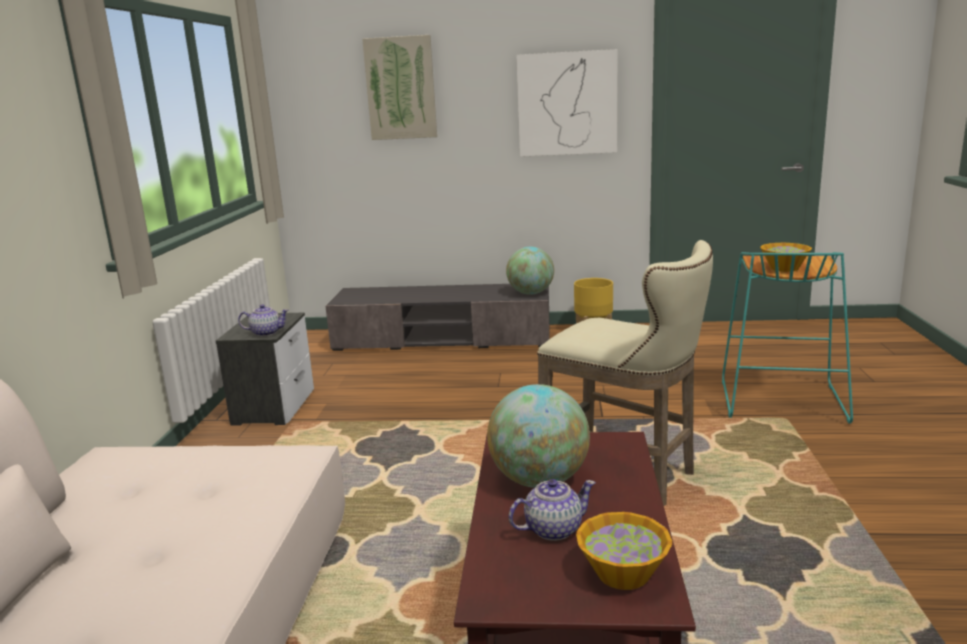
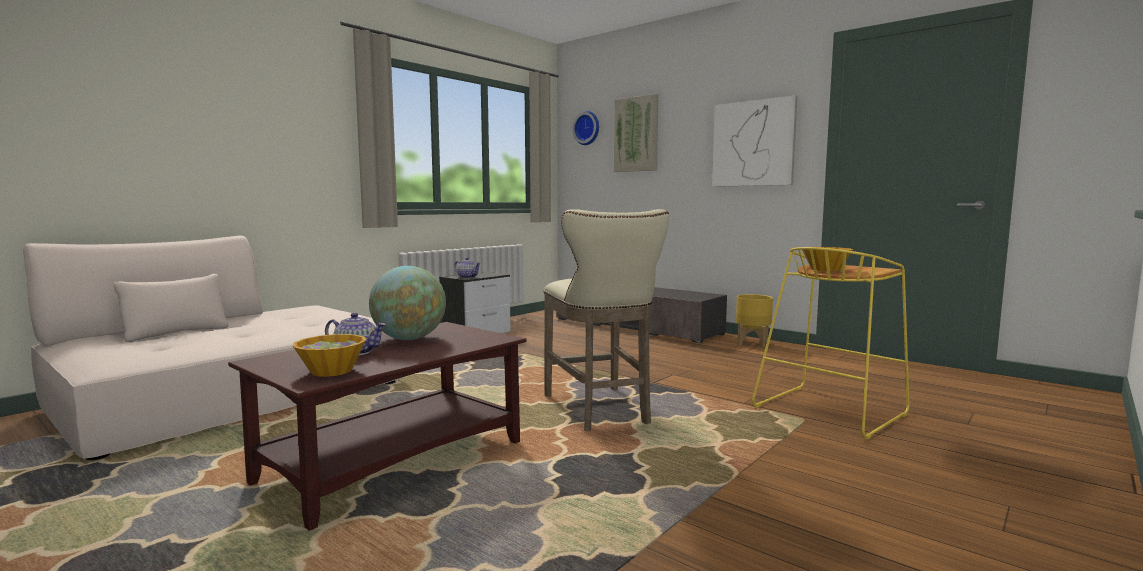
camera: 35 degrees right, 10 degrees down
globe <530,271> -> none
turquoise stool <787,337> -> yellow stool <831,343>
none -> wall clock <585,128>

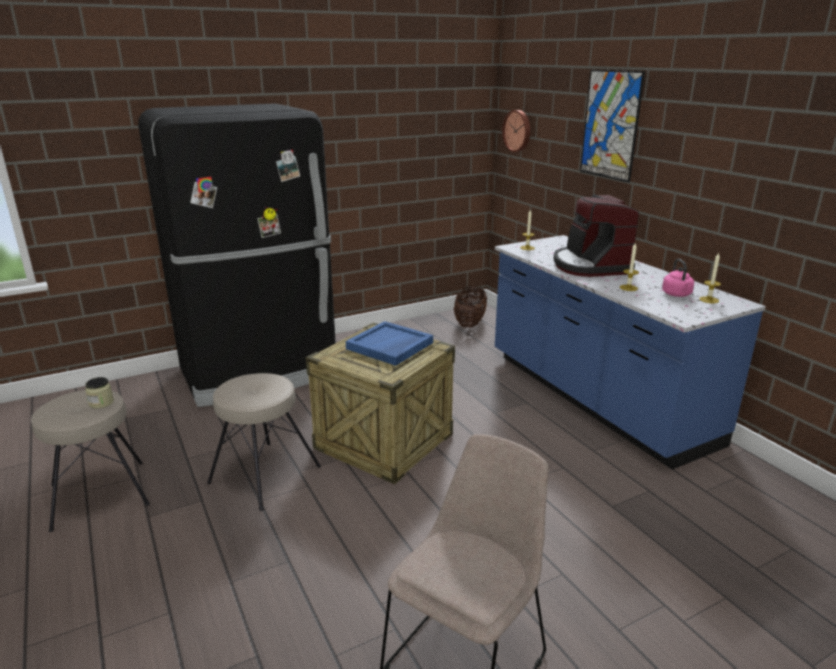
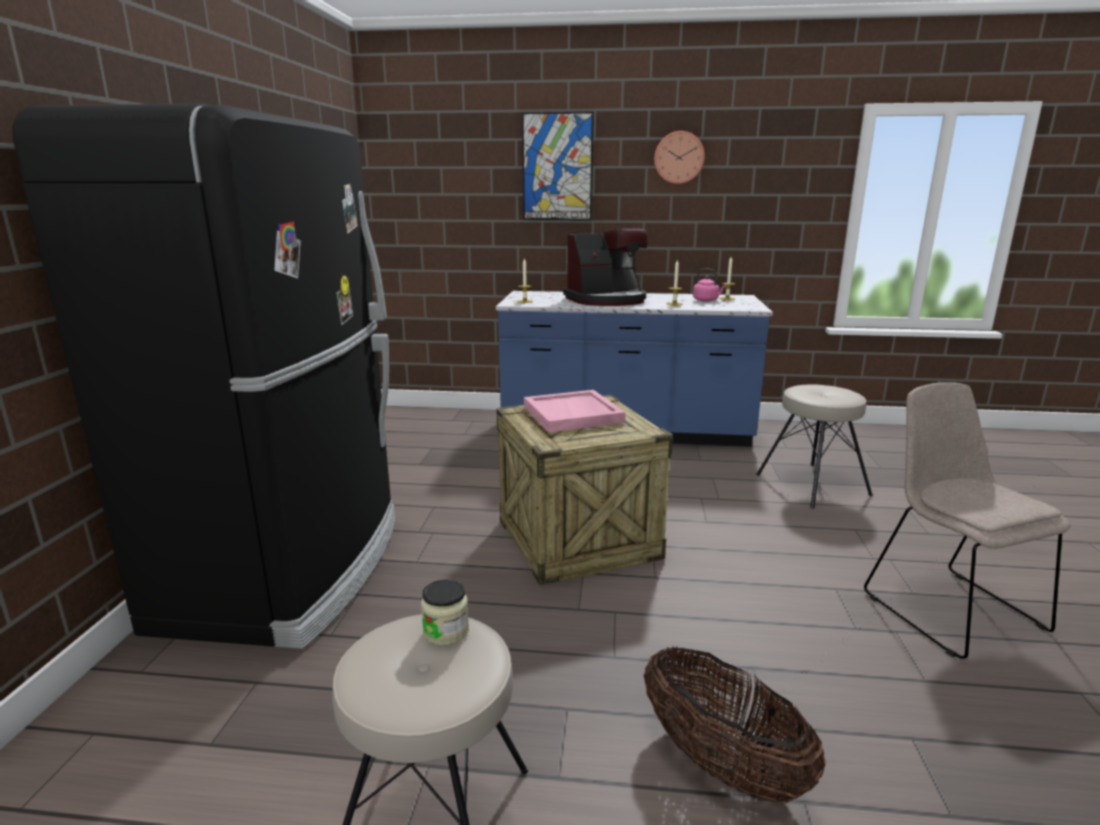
camera: 55 degrees left, 5 degrees down
wall clock <516,131> -> wall clock <679,157>, moved
coffee machine <596,235> -> coffee machine <605,267>, 45 degrees counterclockwise
basket <470,307> -> basket <735,725>, moved
blue tray <389,343> -> pink tray <574,411>
beige stool <264,442> -> beige stool <814,447>, moved

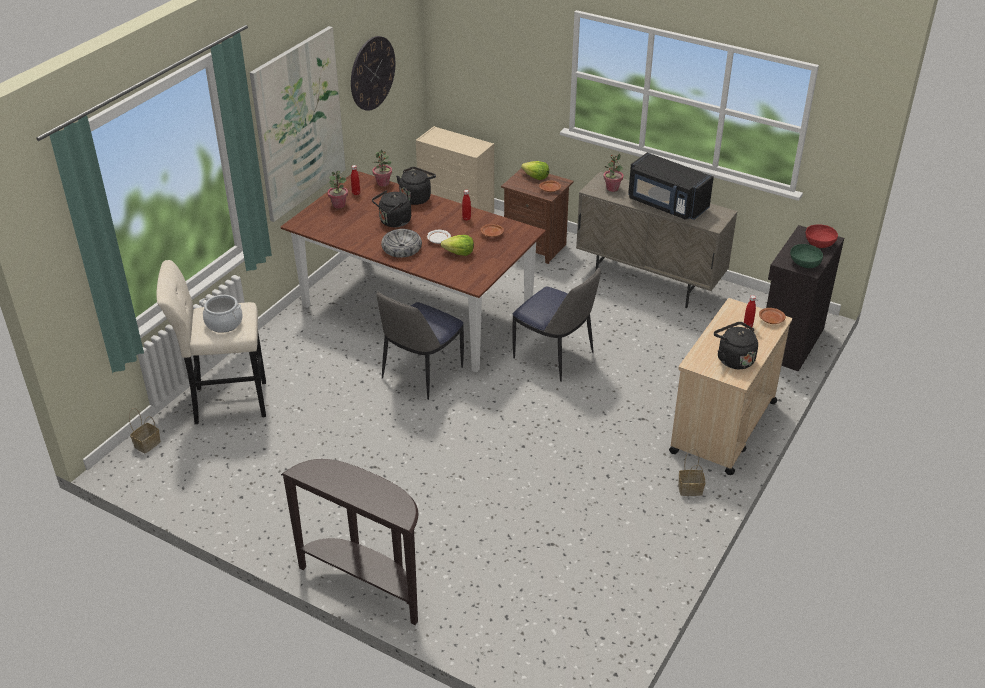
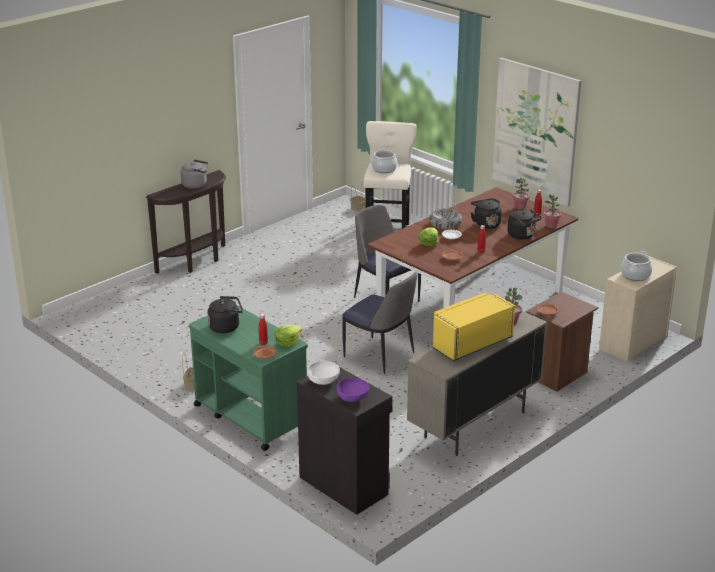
camera: 105 degrees right, 10 degrees down
wall clock <373,73> -> none
black microwave <671,186> -> yellow microwave <474,327>
lettuce <535,170> -> lettuce <288,336>, moved
red bowl <822,236> -> purple bowl <353,390>
green bowl <806,256> -> white bowl <323,373>
chair <556,324> -> chair <379,323>, 105 degrees counterclockwise
beige cart <730,386> -> green cart <248,378>
none -> grey kettle <194,174>
none -> cooking pot <636,266>

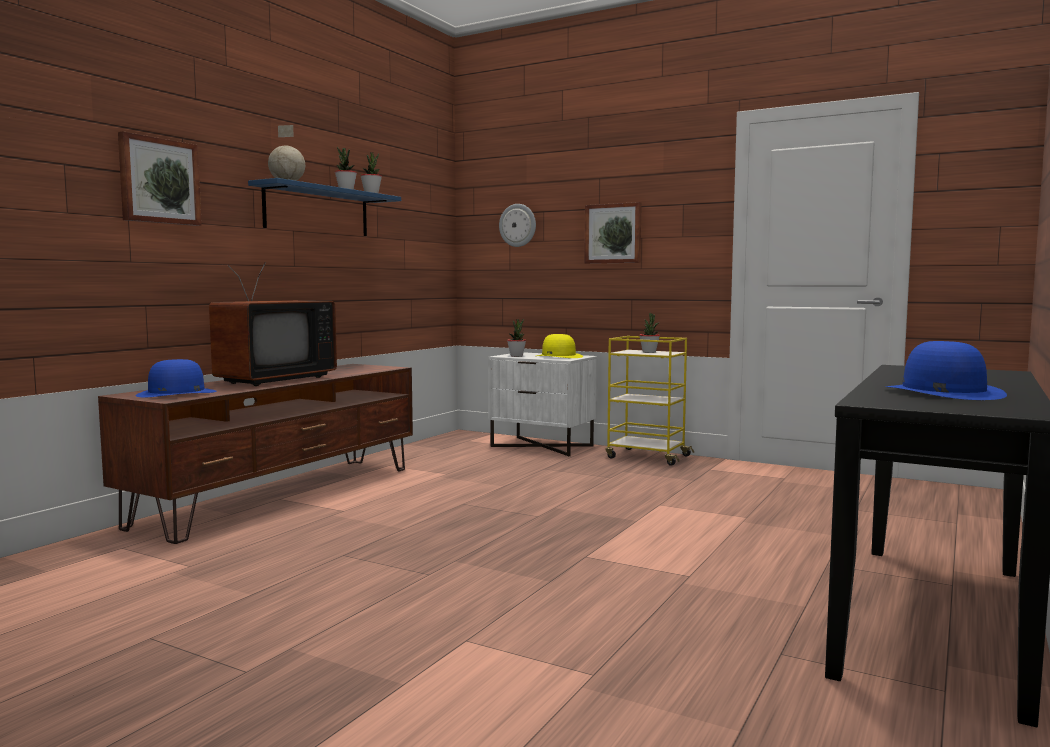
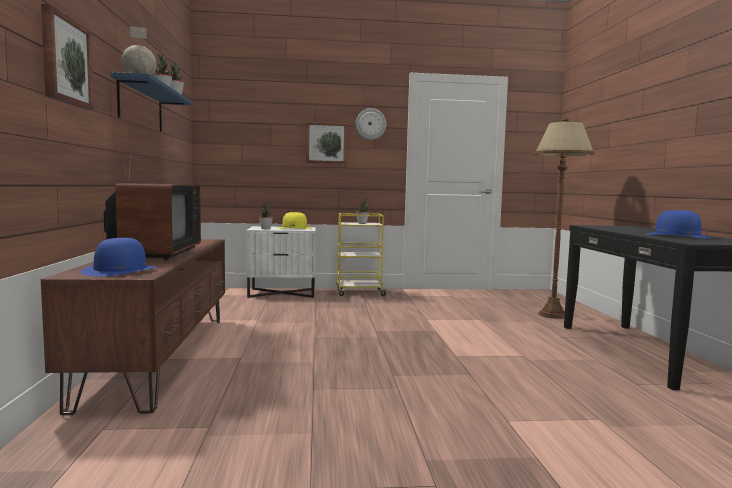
camera: 35 degrees left, 0 degrees up
wall clock <517,225> -> wall clock <371,124>, moved
none -> brown floor lamp <564,218>

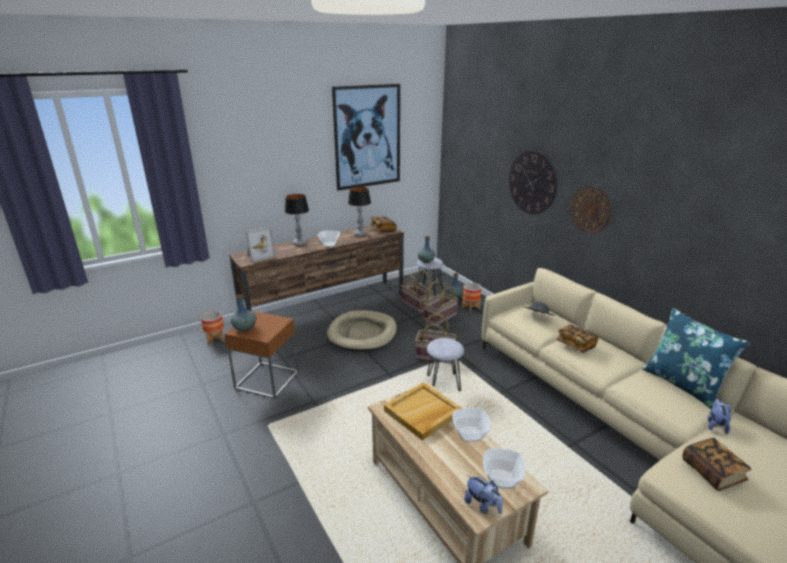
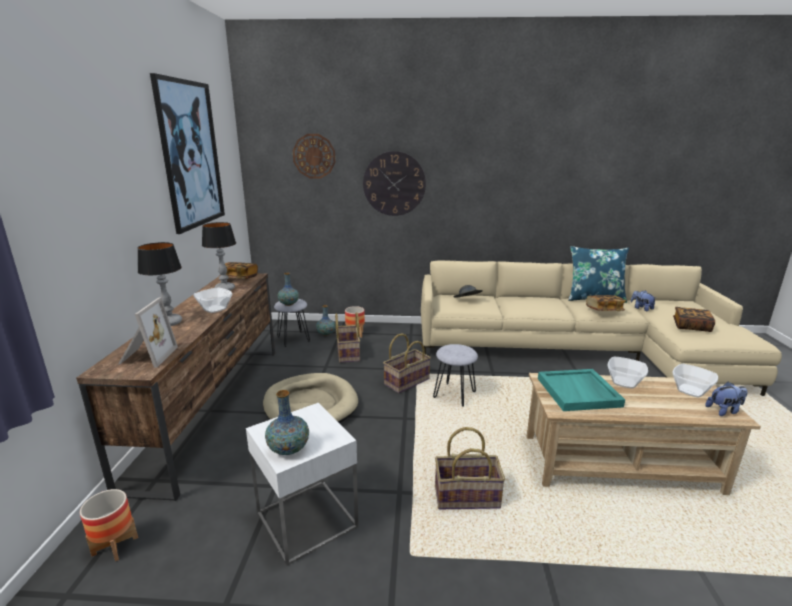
camera: 55 degrees left, 5 degrees down
wall clock <591,209> -> wall clock <314,156>, moved
basket <417,291> -> basket <470,468>, moved
brown side table <262,355> -> white side table <302,484>
book <577,338> -> book <606,303>, moved
beige tray <423,412> -> turquoise tray <581,390>

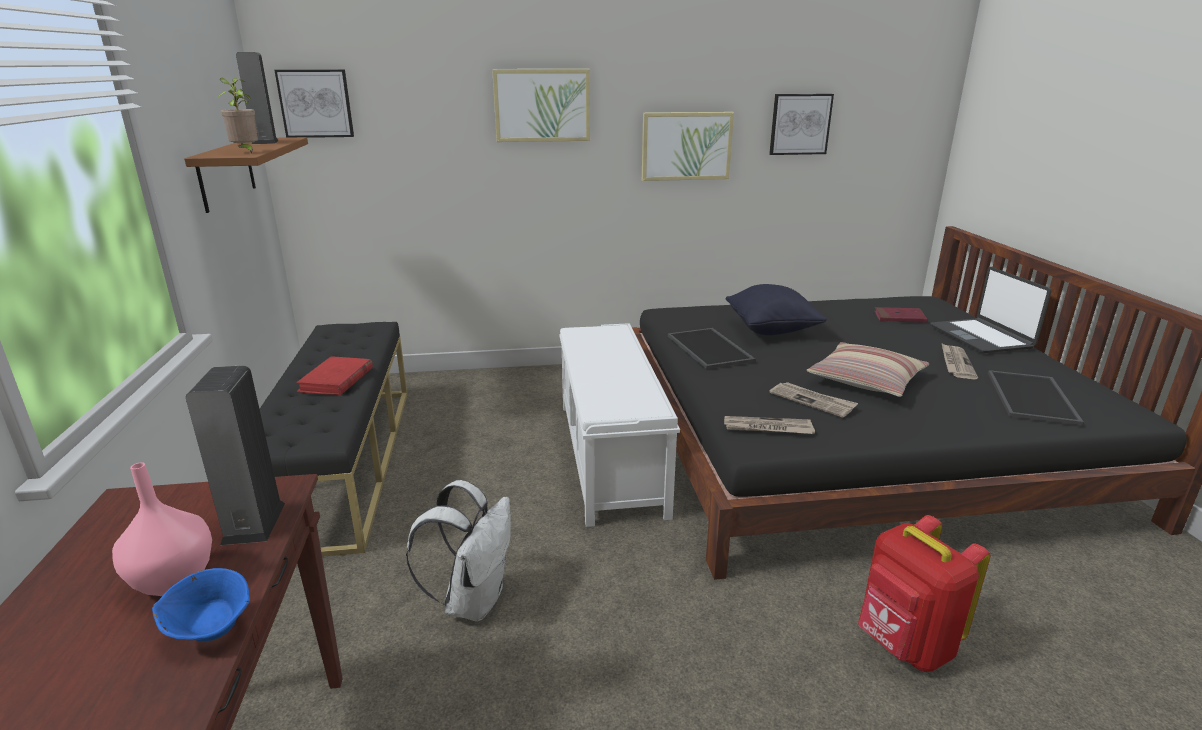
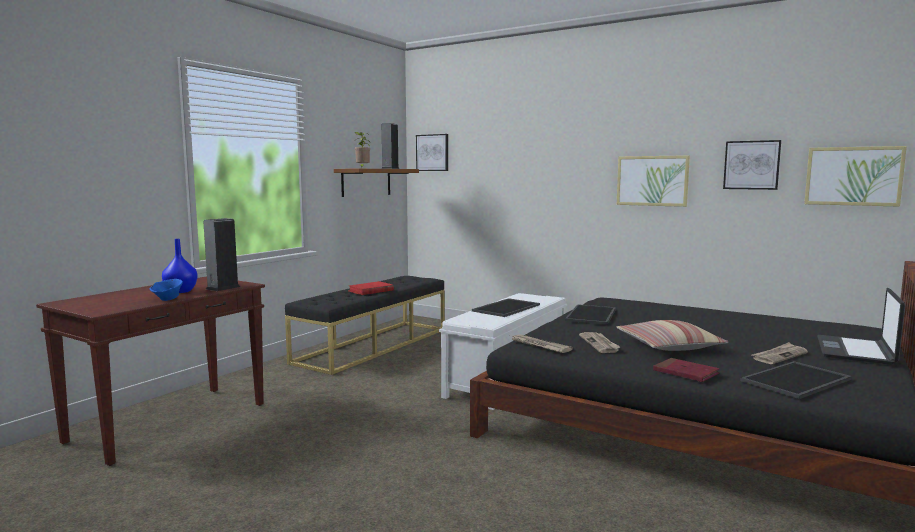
camera: 40 degrees right, 15 degrees down
picture <541,105> -> picture <855,176>, moved
black pillow <776,309> -> none
red book <900,315> -> red book <686,370>, moved
pink vase <162,529> -> blue vase <180,266>
white backpack <458,551> -> none
red backpack <924,593> -> none
none -> tray <506,307>

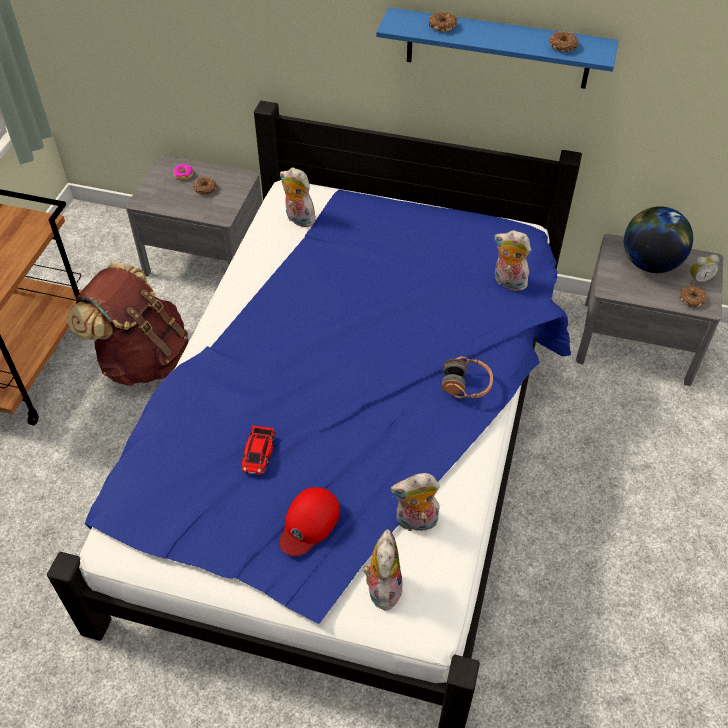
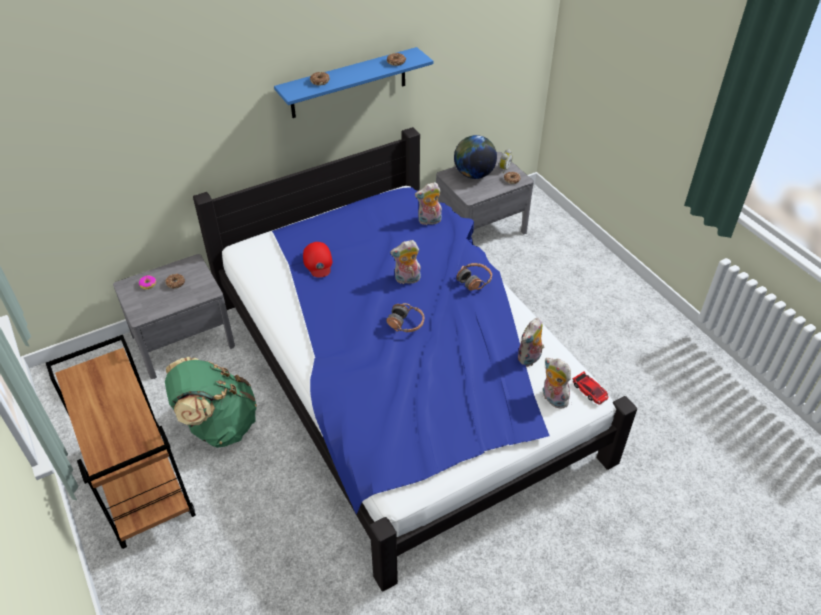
camera: 45 degrees left, 5 degrees down
plush toy <298,197> -> plush toy <405,262>, moved
brown backpack <127,324> -> green backpack <211,402>
toy car <258,450> -> toy car <591,388>, moved
red cap <309,521> -> red cap <317,259>, moved
none -> headphones <405,317>

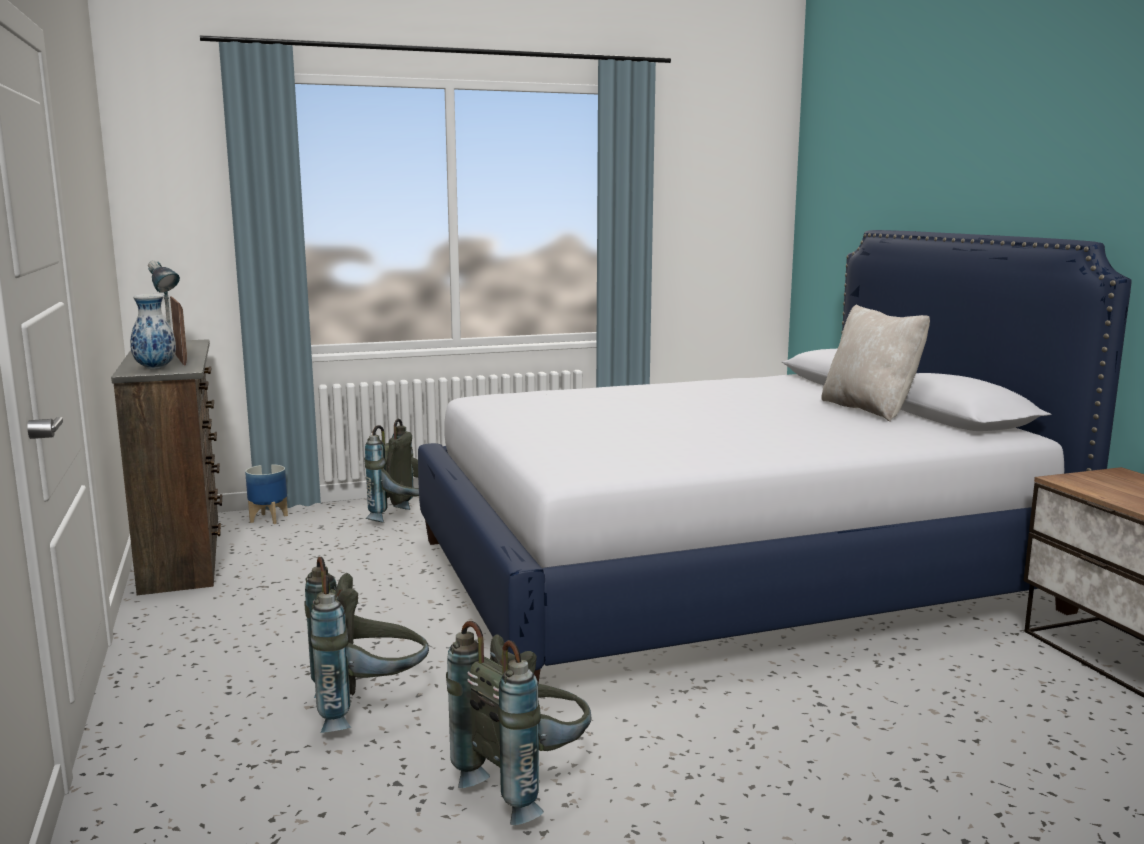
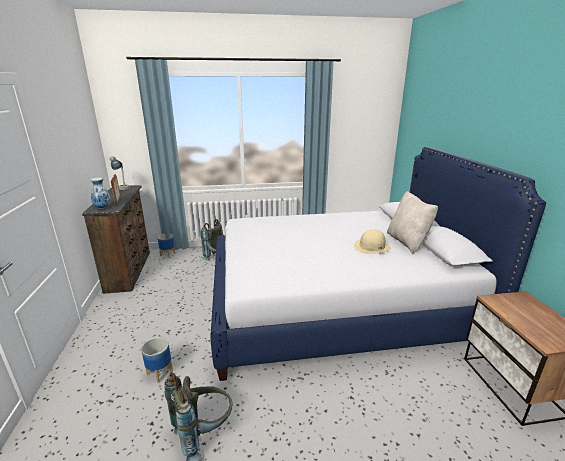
camera: 10 degrees right, 10 degrees up
grey backpack <367,645> -> planter <157,360>
none -> beige hat <372,242>

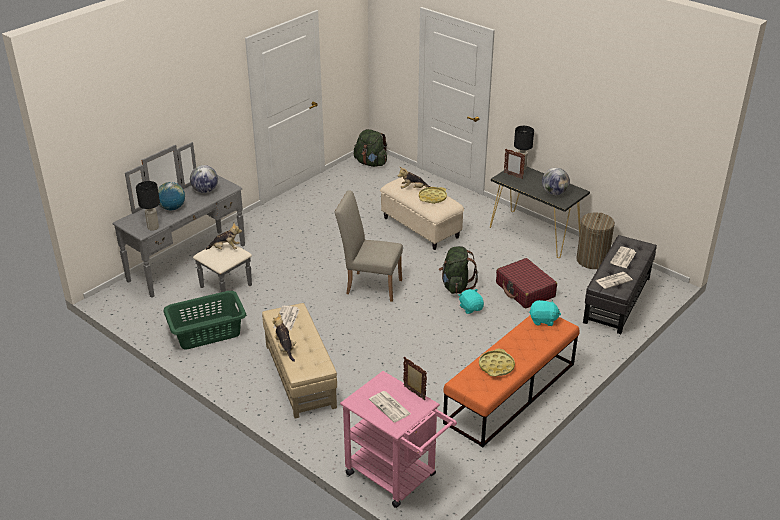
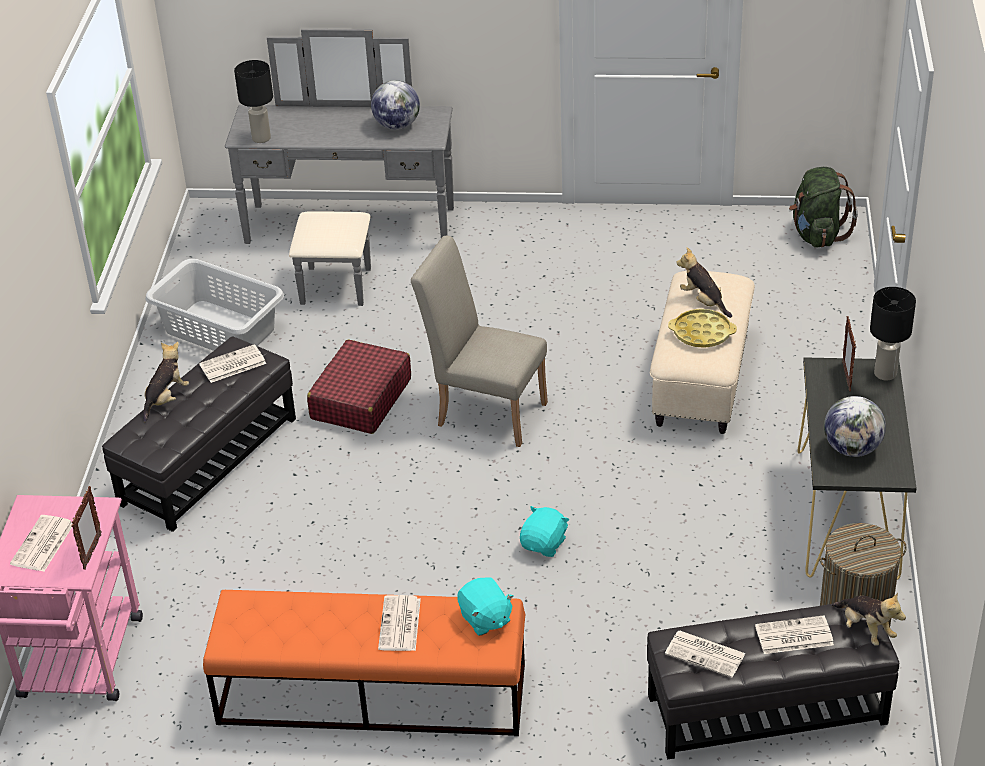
camera: 55 degrees right, 5 degrees up
globe <171,196> -> none
beige chair <369,246> -> beige chair <479,341>, 45 degrees counterclockwise
plush toy <224,236> -> plush toy <868,619>, moved
green backpack <458,270> -> none
red suitcase <526,283> -> red suitcase <359,386>, moved
green laundry basket <205,320> -> grey laundry basket <214,305>
beige ottoman <299,360> -> black ottoman <199,434>
yellow tray <497,363> -> none
none -> newspaper <399,623>

